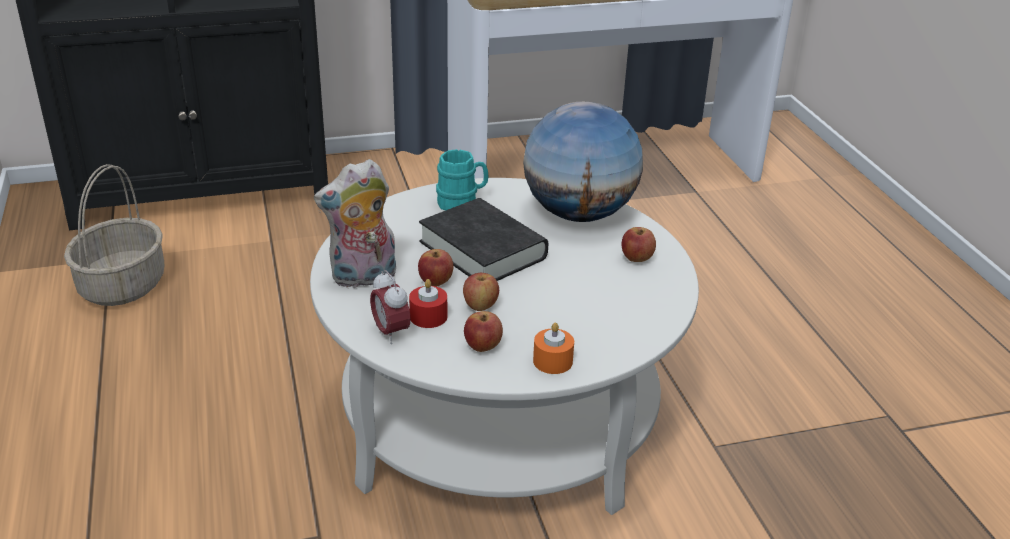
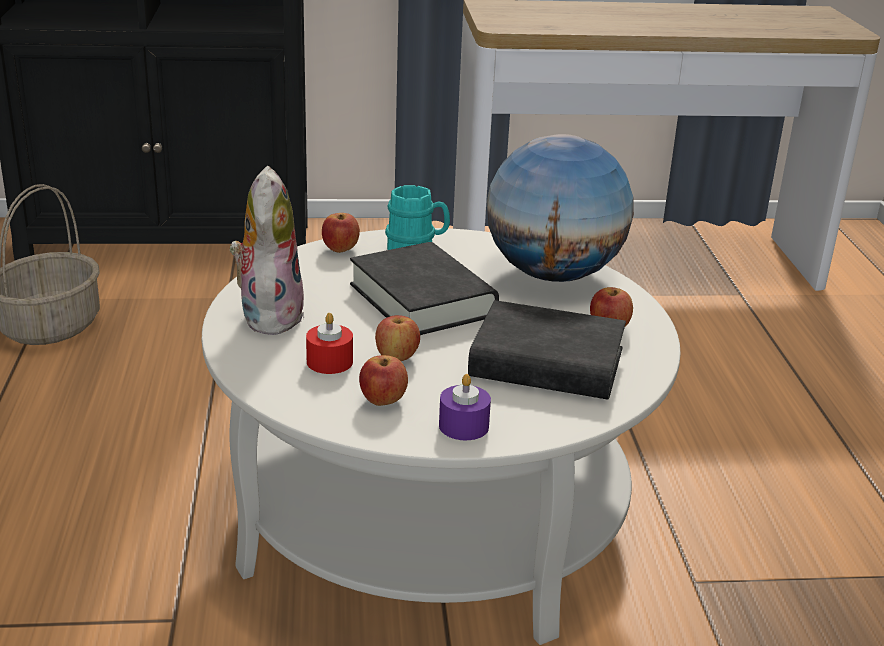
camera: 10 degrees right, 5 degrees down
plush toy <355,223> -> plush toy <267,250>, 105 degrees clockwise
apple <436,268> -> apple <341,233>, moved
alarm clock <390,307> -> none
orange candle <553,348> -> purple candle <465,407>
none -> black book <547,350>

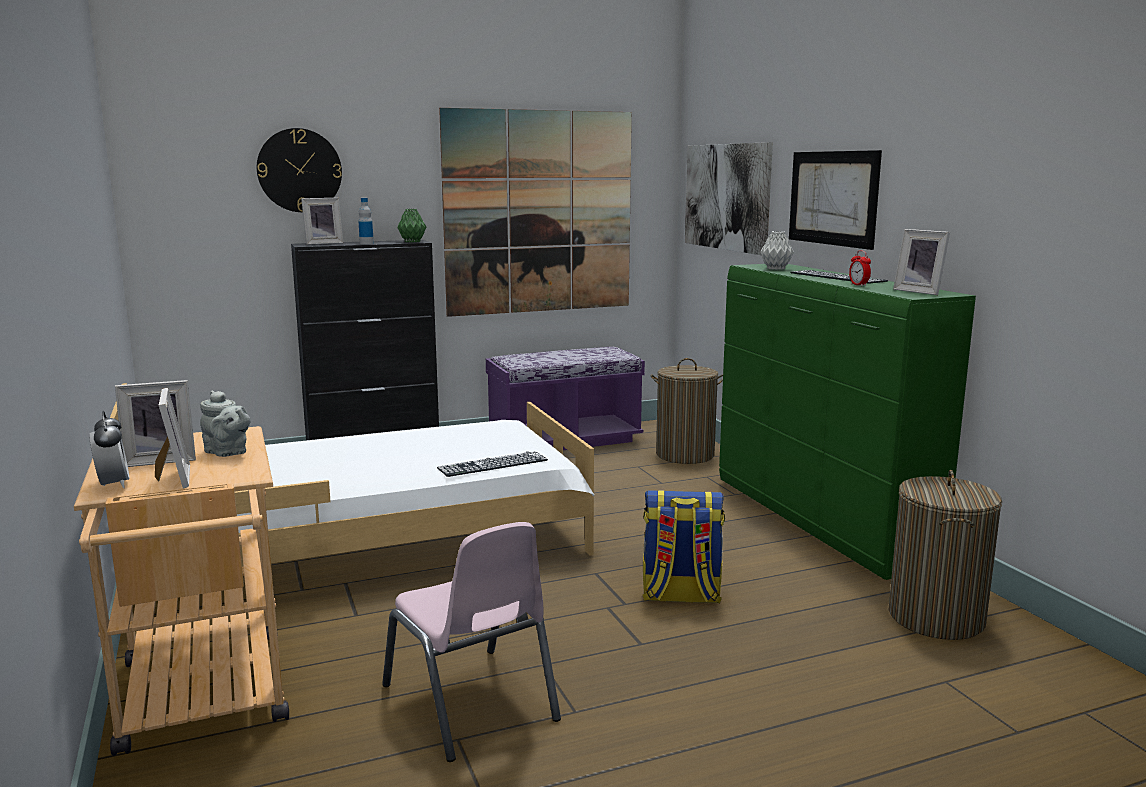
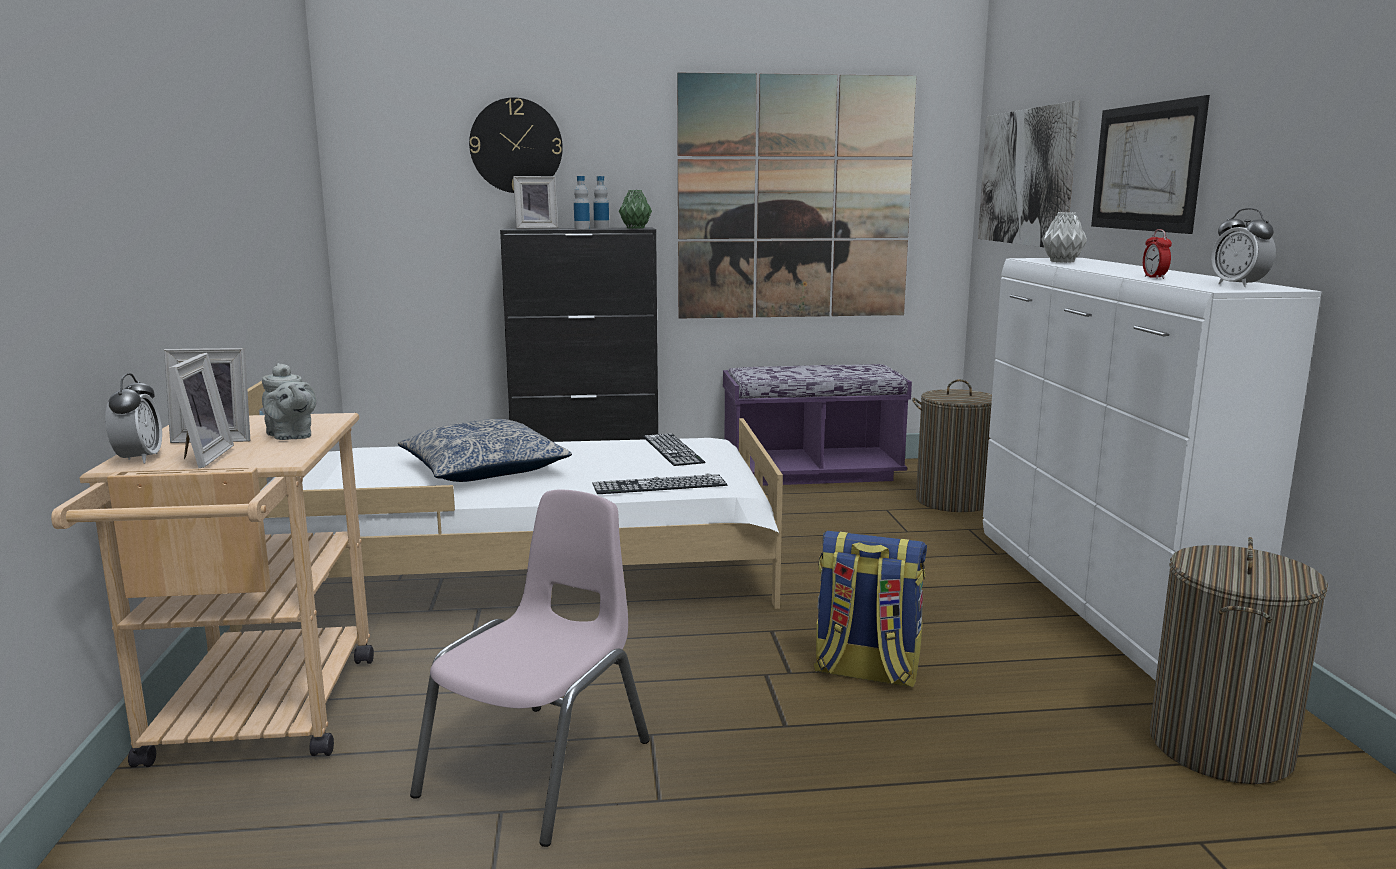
camera: 15 degrees right, 0 degrees up
picture frame <921,262> -> alarm clock <1243,247>
green dresser <847,422> -> white dresser <1152,469>
keyboard <839,277> -> keyboard <674,449>, moved
pink chair <471,642> -> pink chair <530,668>, 135 degrees counterclockwise
none -> bottle <601,202>
none -> pillow <485,450>

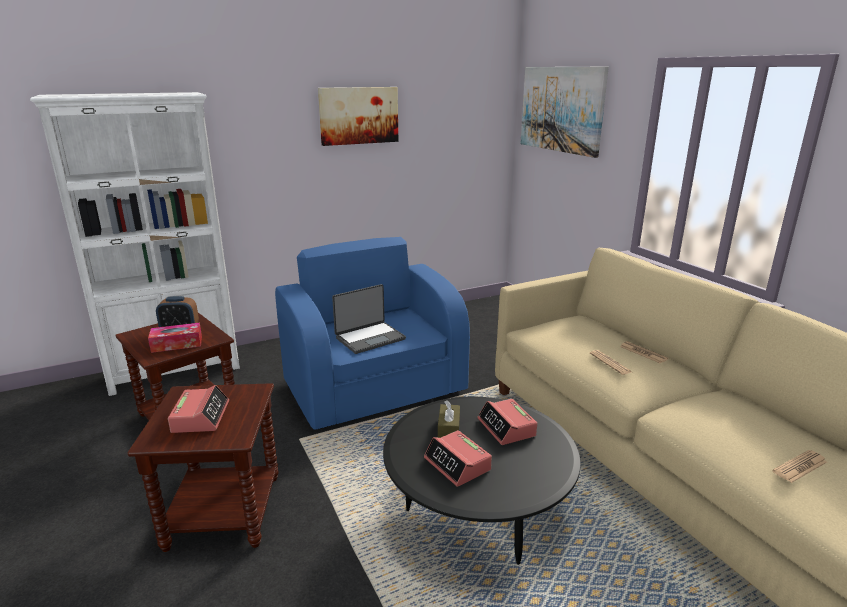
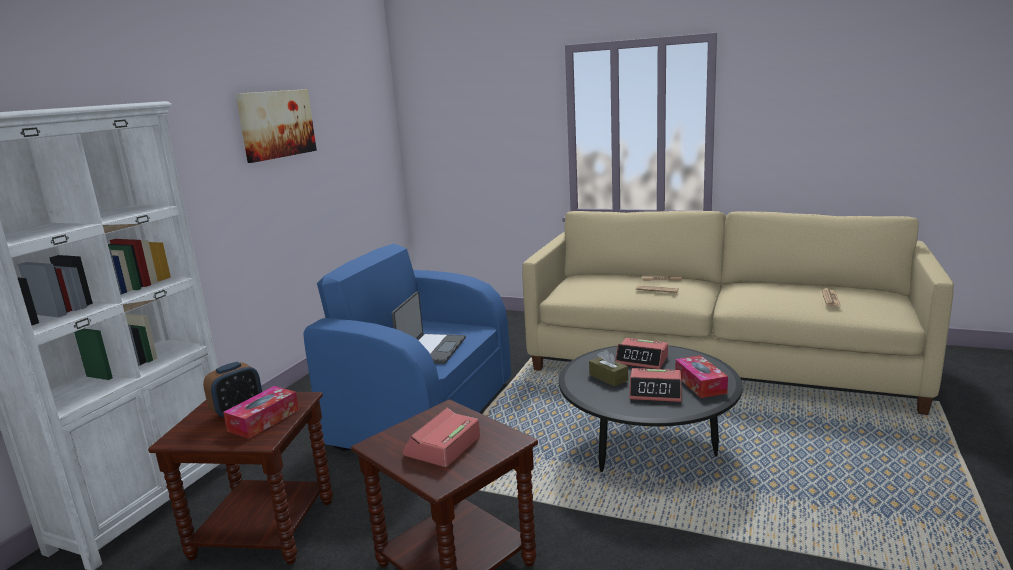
camera: 40 degrees left, 5 degrees down
picture <564,112> -> none
alarm clock <198,409> -> alarm clock <441,437>, 105 degrees counterclockwise
none -> tissue box <701,376>

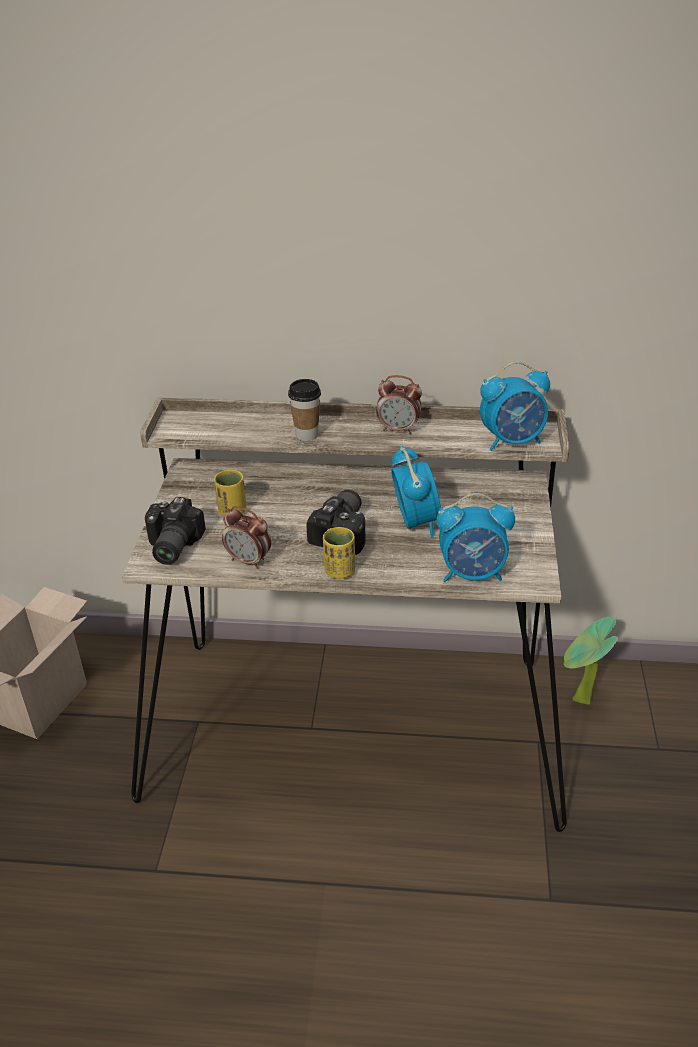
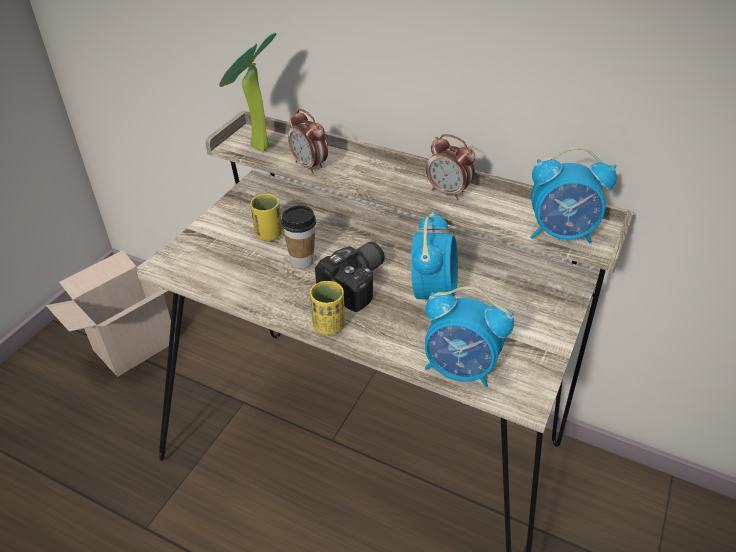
camera: 20 degrees right, 5 degrees up
cup <304,410> -> cup <298,236>, moved
photo camera <175,531> -> none
alarm clock <246,537> -> alarm clock <308,141>, moved
potted plant <591,661> -> potted plant <248,92>, moved

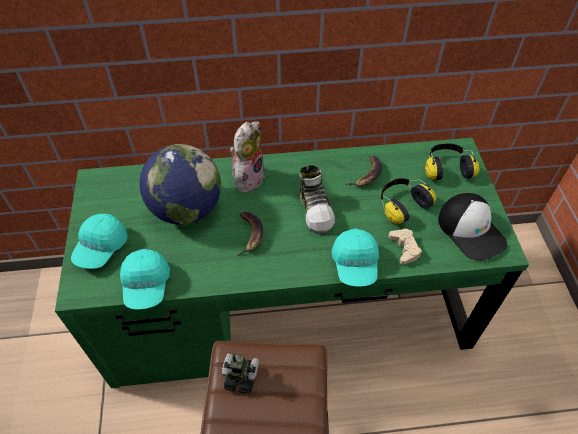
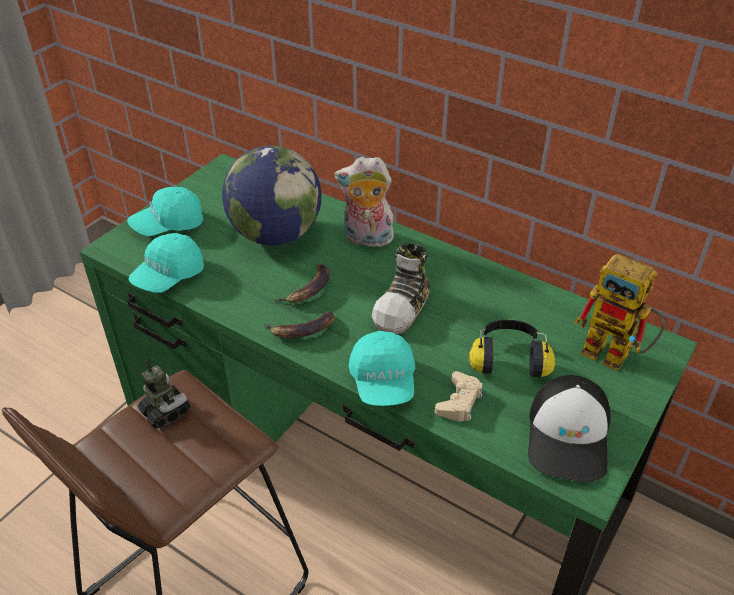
camera: 40 degrees right, 10 degrees down
plush toy <247,157> -> plush toy <364,202>, 150 degrees counterclockwise
headphones <452,161> -> toy robot <619,312>
banana <364,171> -> banana <300,324>, moved
turquoise cap <355,258> -> turquoise cap <382,368>, 45 degrees counterclockwise

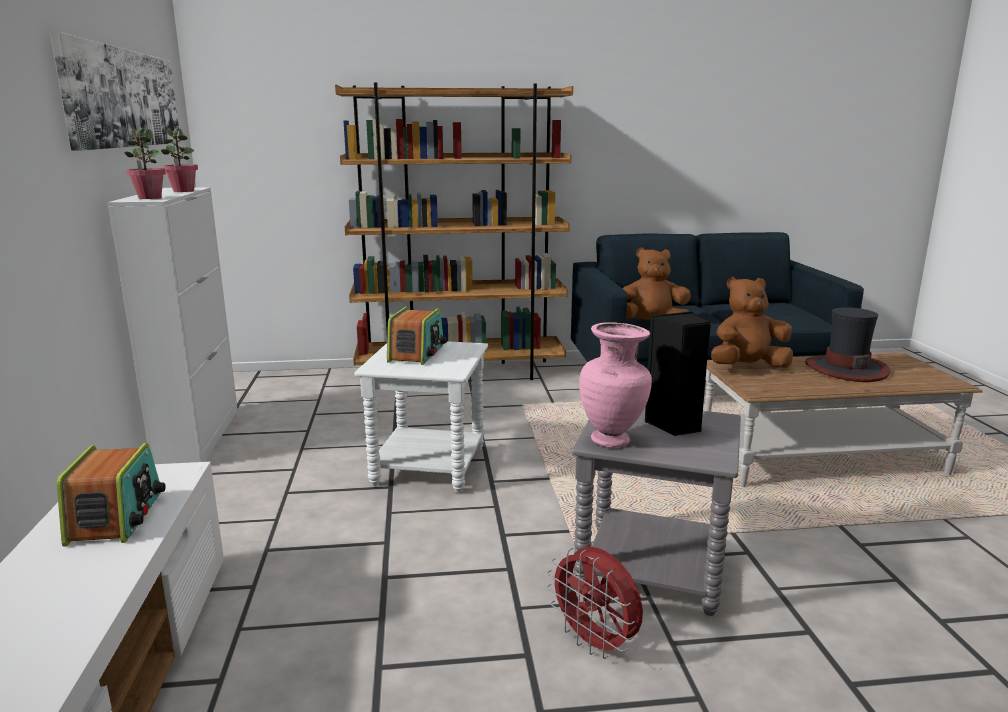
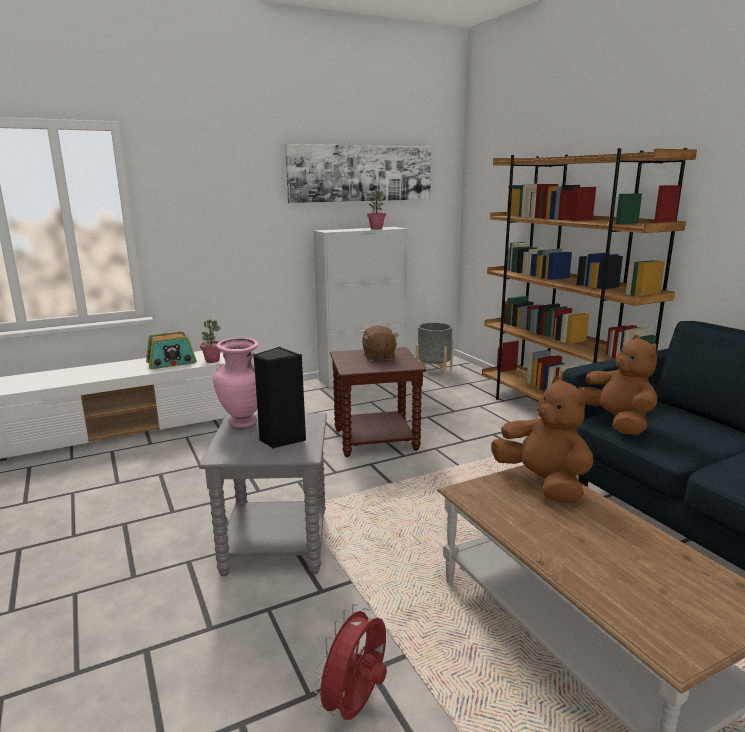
camera: 70 degrees right, 0 degrees up
potted plant <145,164> -> potted plant <210,341>, moved
radio <417,336> -> brown plush toy <380,343>
hat <847,344> -> none
white side table <421,417> -> brown side table <378,402>
red fan <595,603> -> red fan <349,662>, moved
none -> grey planter <434,349>

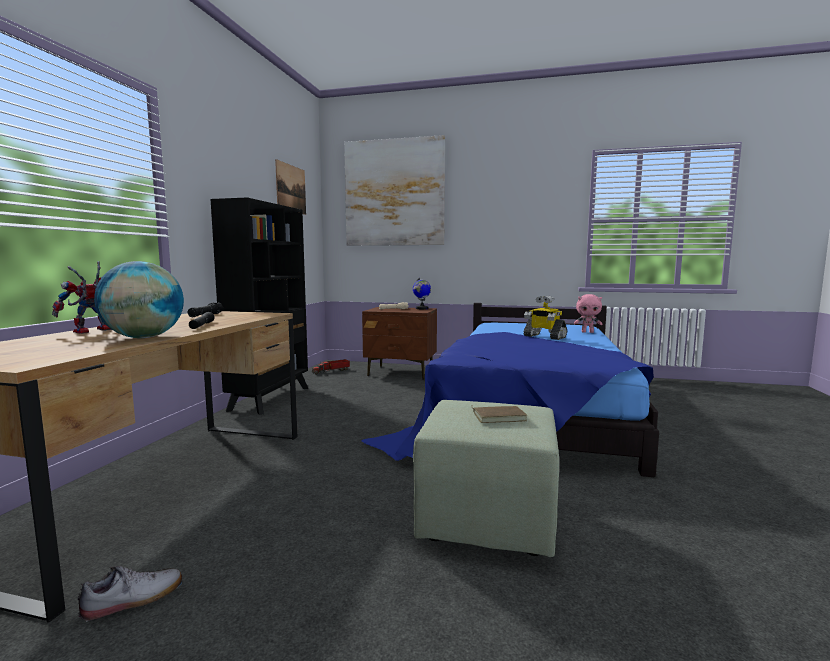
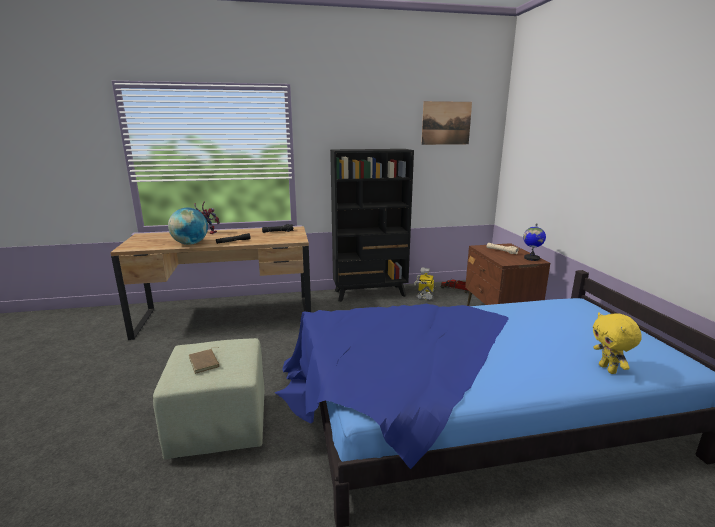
camera: 65 degrees right, 10 degrees up
picture <394,190> -> none
pink plush toy <588,313> -> yellow plush toy <617,343>
toy robot <545,318> -> toy robot <424,283>, moved
shoe <130,593> -> none

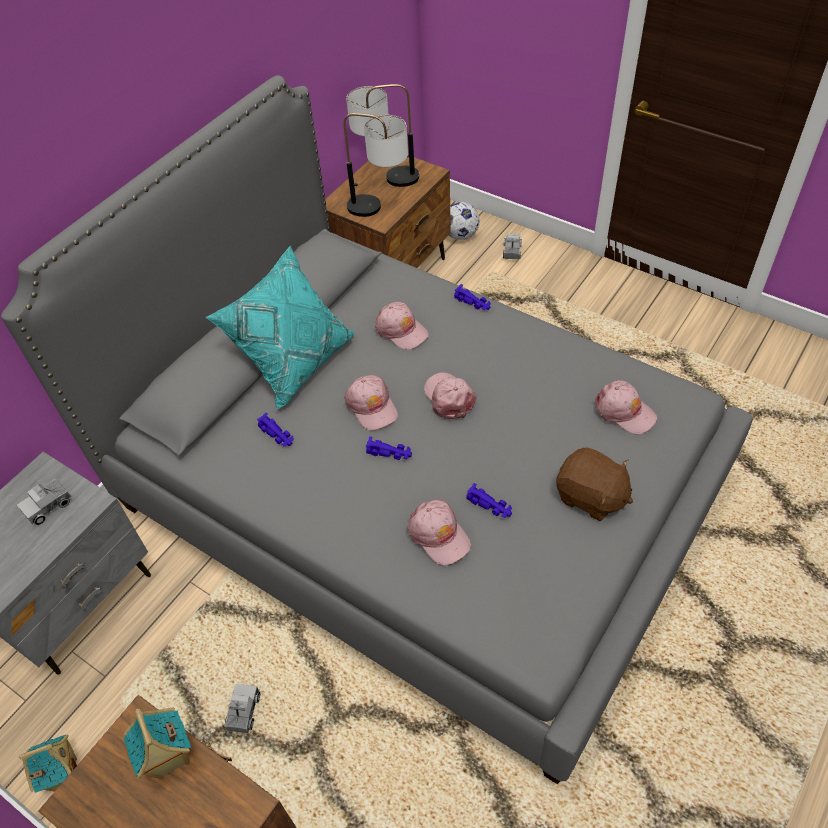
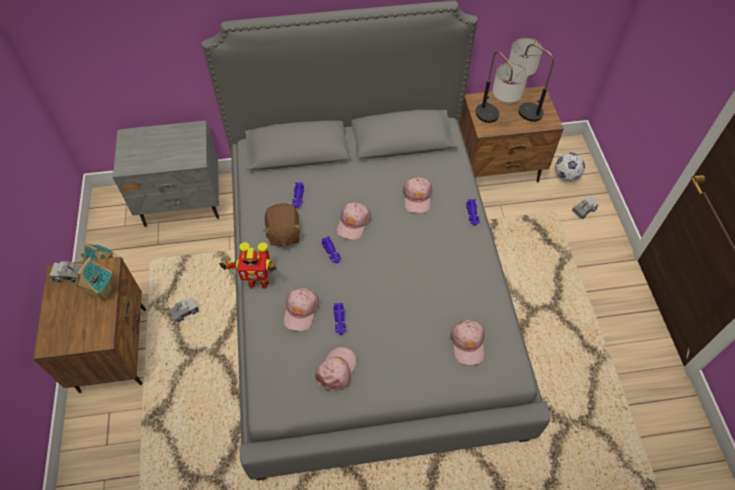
camera: 45 degrees right, 5 degrees up
turquoise pillow <280,327> -> none
pink cap <450,395> -> pink cap <335,369>, moved
brown plush toy <594,484> -> brown plush toy <282,225>, moved
toy truck <44,502> -> toy truck <66,272>, moved
none -> toy robot <248,265>

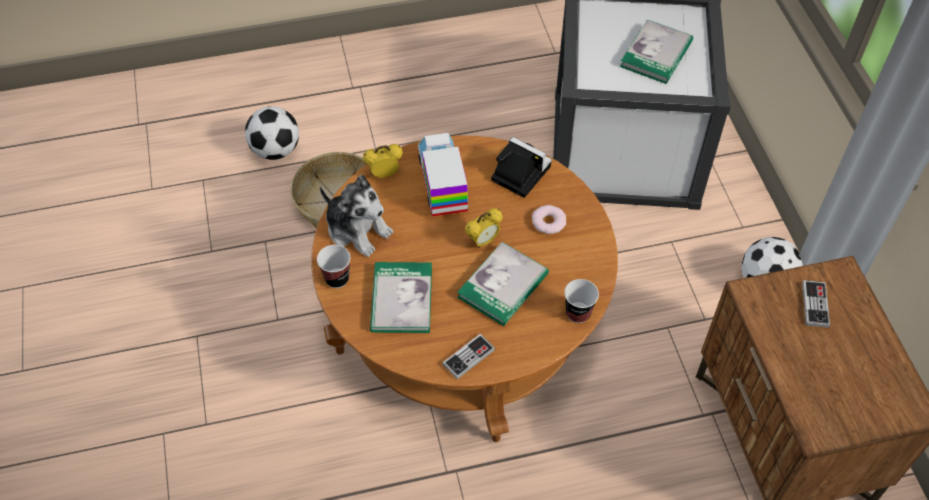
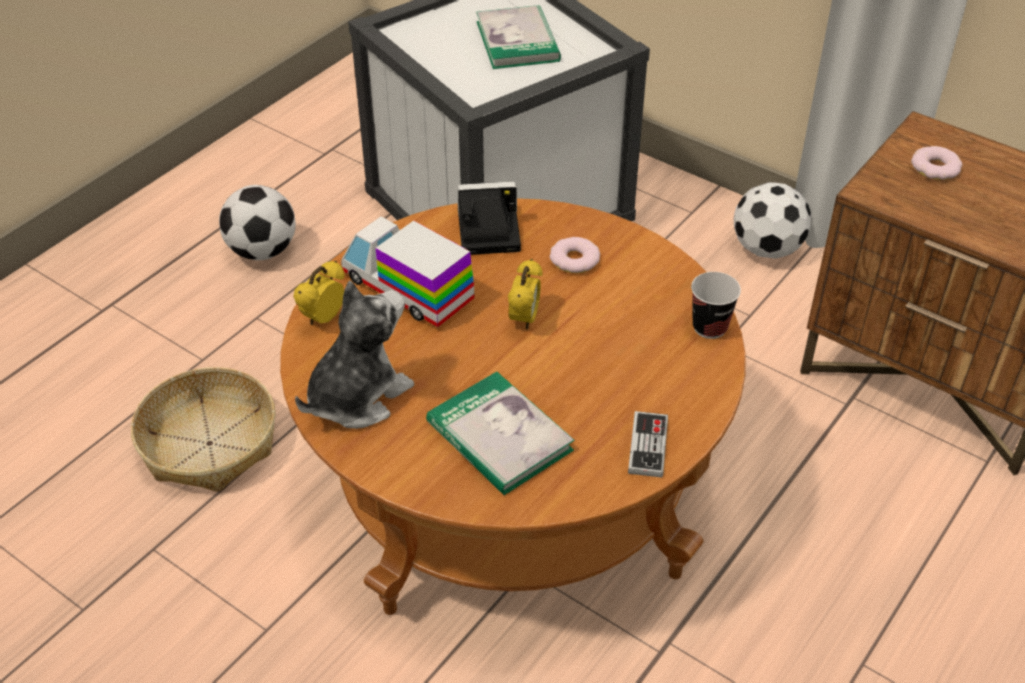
camera: 40 degrees left, 10 degrees down
football <272,133> -> football <257,222>, moved
plush toy <356,216> -> plush toy <354,355>, 45 degrees counterclockwise
book <503,284> -> none
cup <333,266> -> none
game controller <816,304> -> donut <936,163>

